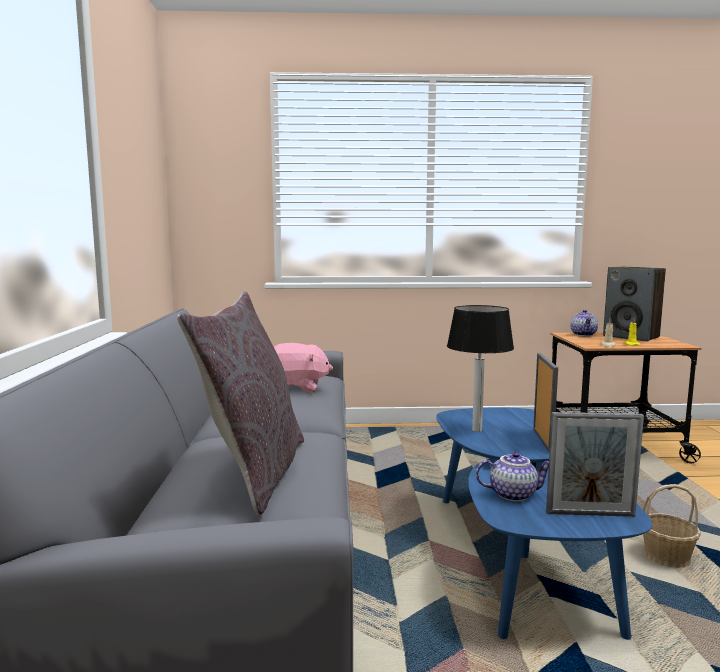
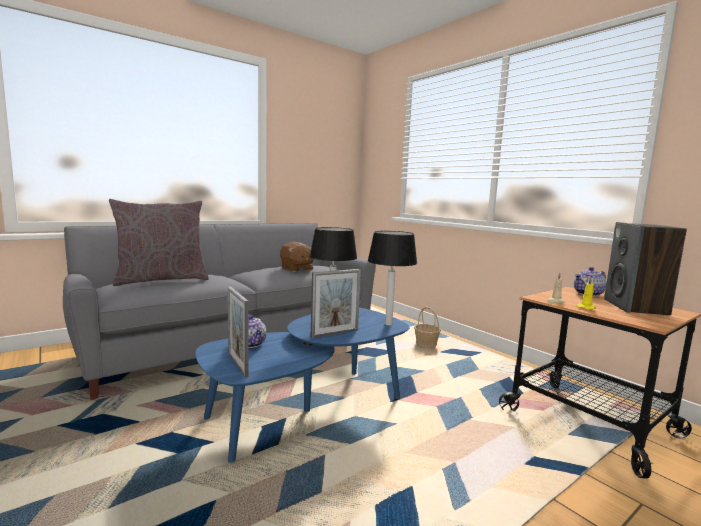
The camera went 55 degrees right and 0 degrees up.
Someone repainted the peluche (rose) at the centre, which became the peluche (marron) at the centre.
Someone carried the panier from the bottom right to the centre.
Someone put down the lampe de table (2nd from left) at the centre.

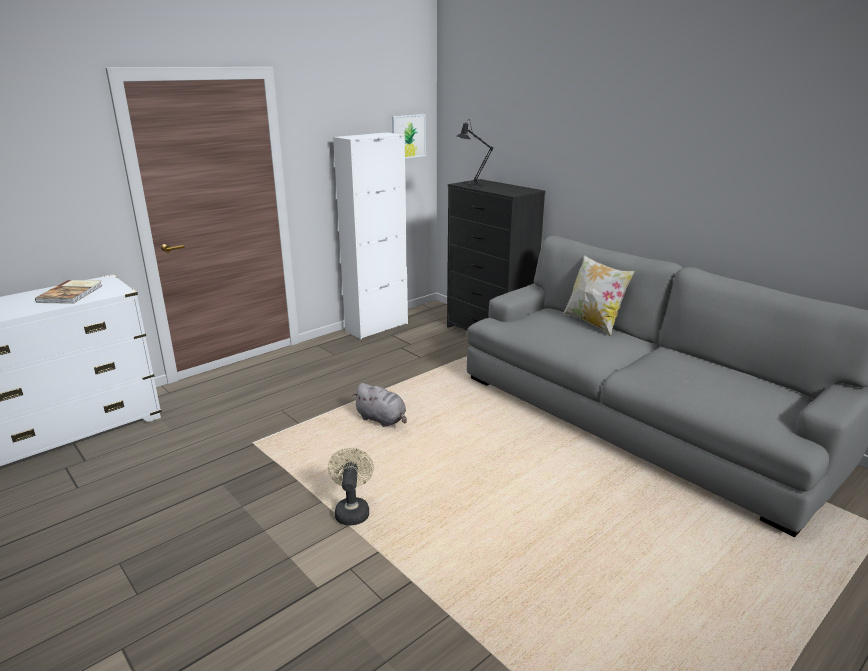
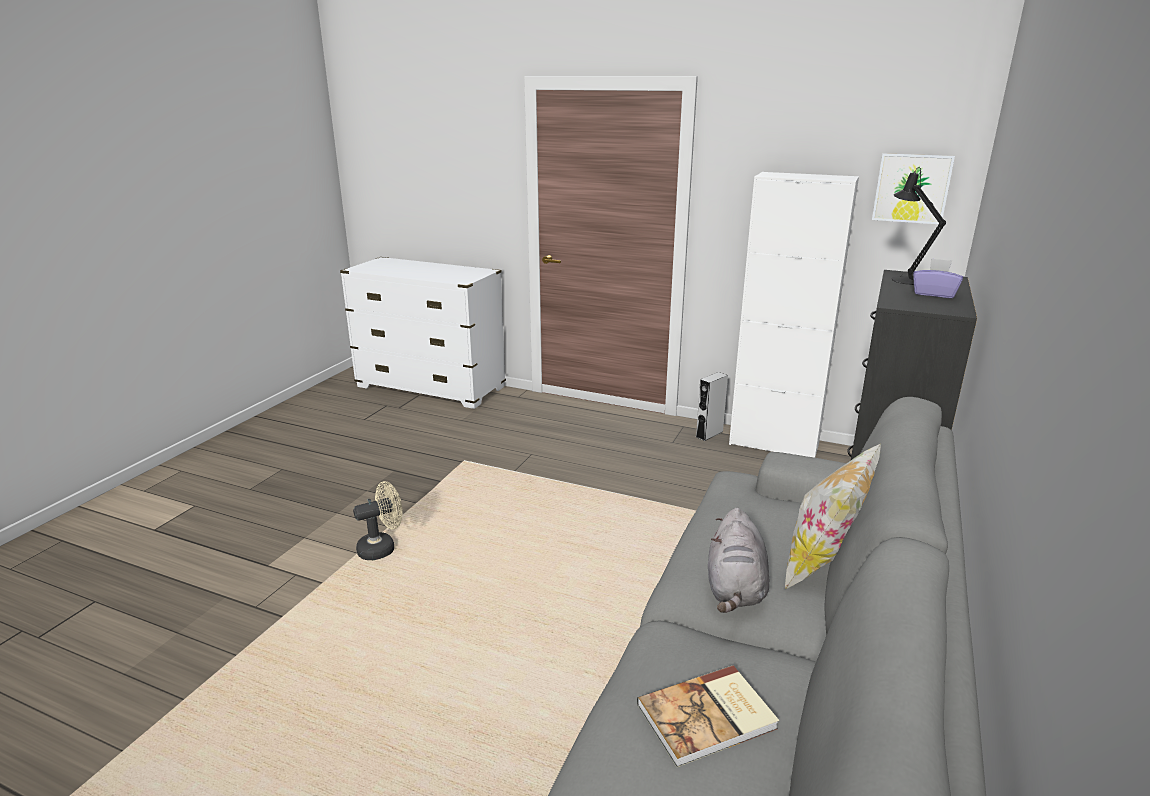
The camera went 65 degrees right and 0 degrees up.
Someone carried the livre from the middle left to the bottom centre.
Someone carried the peluche (gris) from the centre to the bottom centre.
Someone put down the enceinte (gris) at the centre.
Someone put down the boîte à mouchoirs (violet) at the middle right.

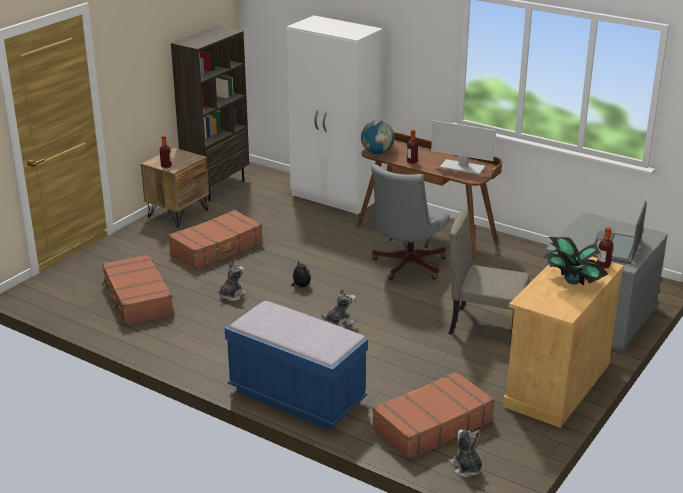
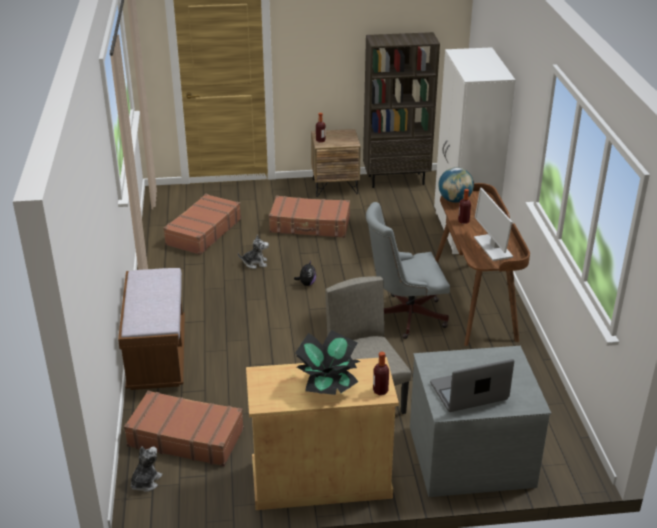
The camera went 50 degrees right and 5 degrees up.
Someone repainted the banc (bleu) at the bottom centre, which became the banc (marron) at the middle left.
Someone took away the peluche (3rd from left) at the centre.

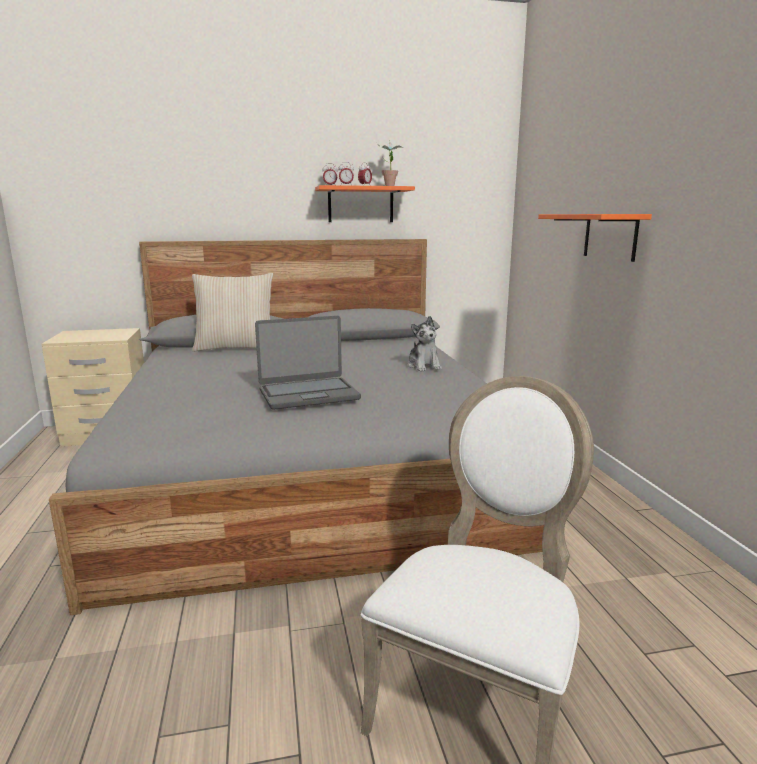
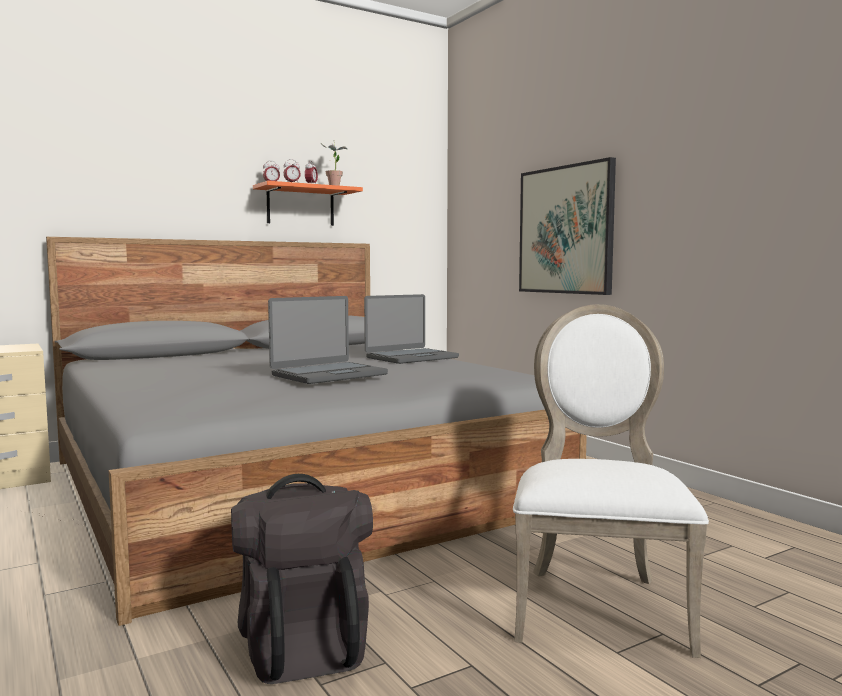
The camera went 20 degrees left and 10 degrees down.
Someone took away the coussin (beige) at the middle left.
Someone swapped the peluche at the centre for the ordinateur portable (2nd from left) at the centre.
Someone swapped the étagère (orange) (2nd from left) at the top right for the tableau at the top right.
Someone put down the sac à dos (noir) at the bottom centre.

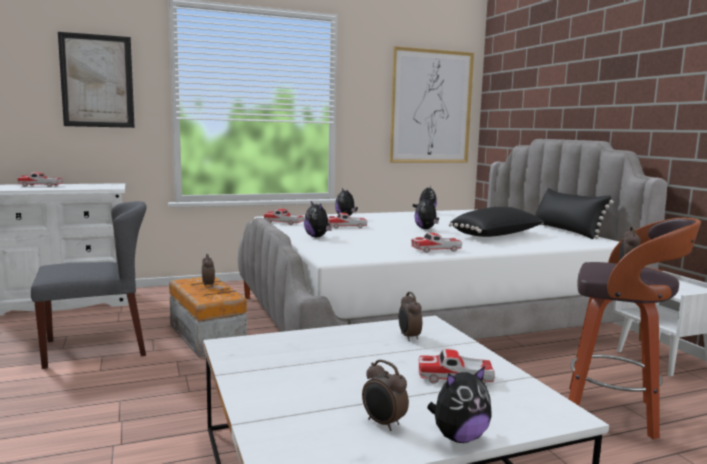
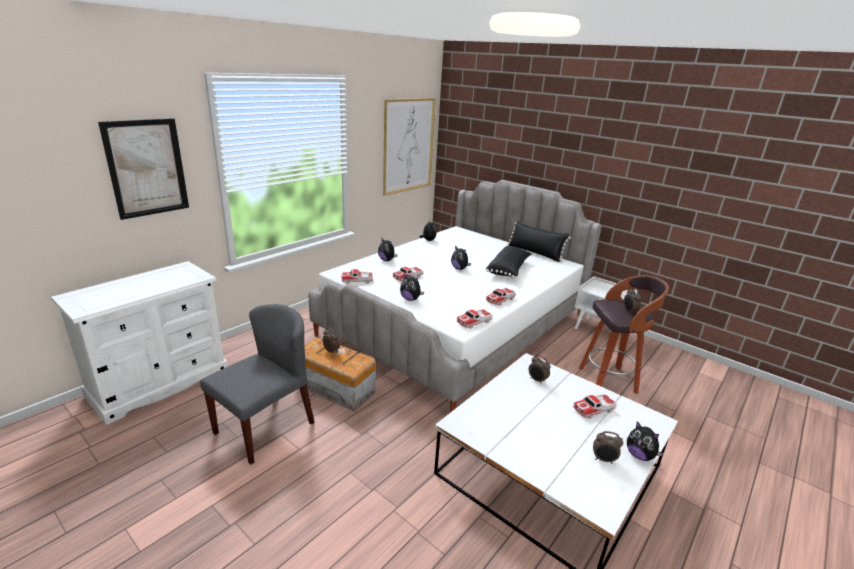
The camera went 30 degrees left and 15 degrees up.
Someone carried the petite voiture (1st from left in the first image) from the middle left to the centre.
Someone rotated the peluche (5th from left) at the bottom centre by 105 degrees clockwise.

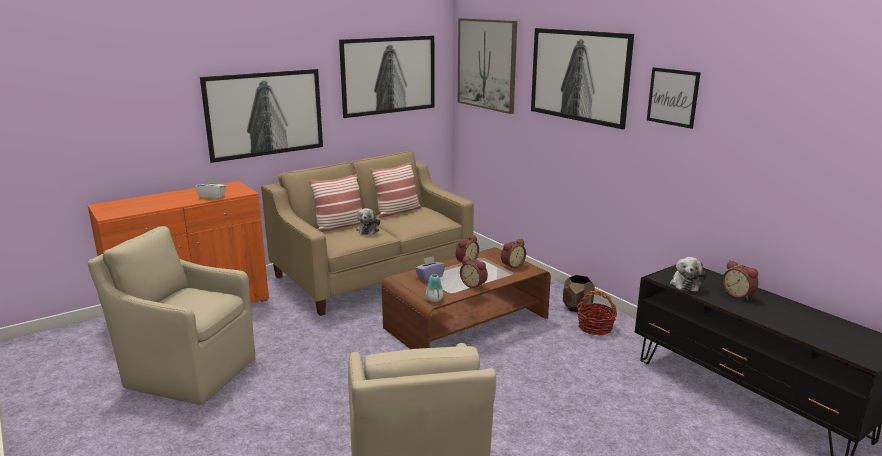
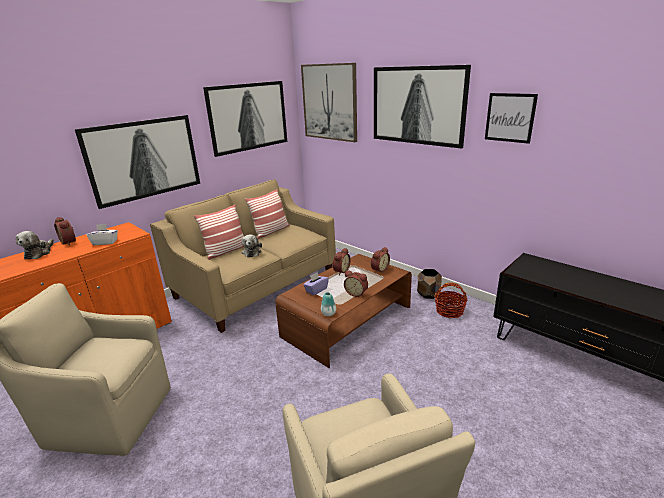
The camera went 10 degrees left and 5 degrees up.
Someone carried the peluche (2nd from left in the first image) from the middle right to the middle left.
Someone carried the réveil (4th from left in the first image) from the middle right to the middle left.

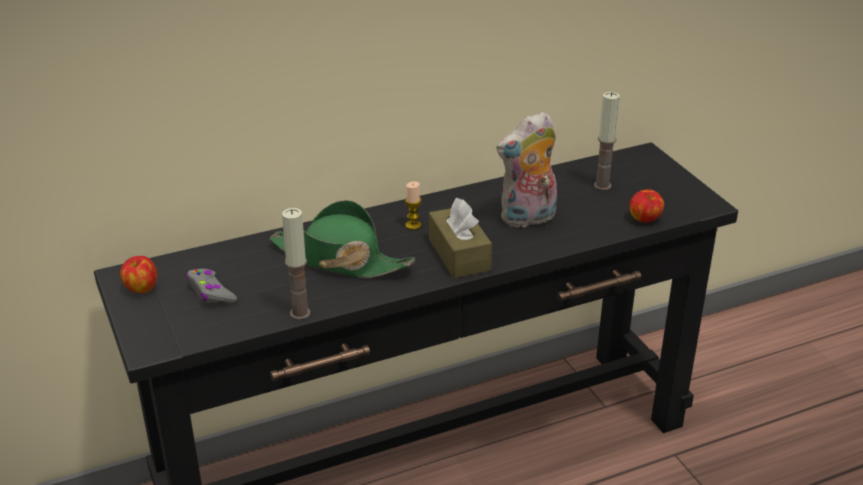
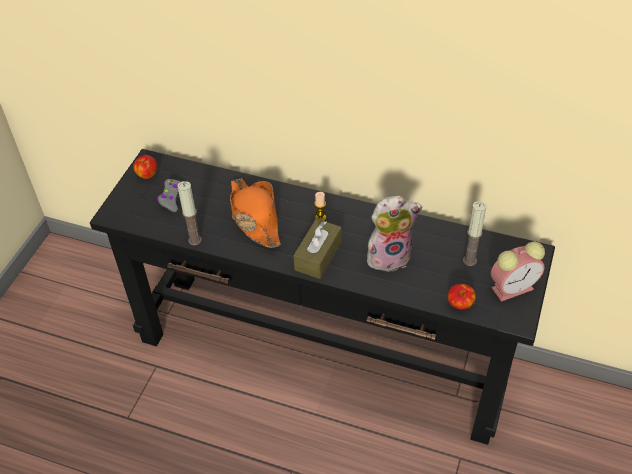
The camera went 45 degrees right and 15 degrees up.
Someone repainted the chapeau (vert) at the centre, which became the chapeau (orange) at the centre.
Someone rotated the peluche at the centre by 150 degrees clockwise.
Someone put down the réveil at the middle right.

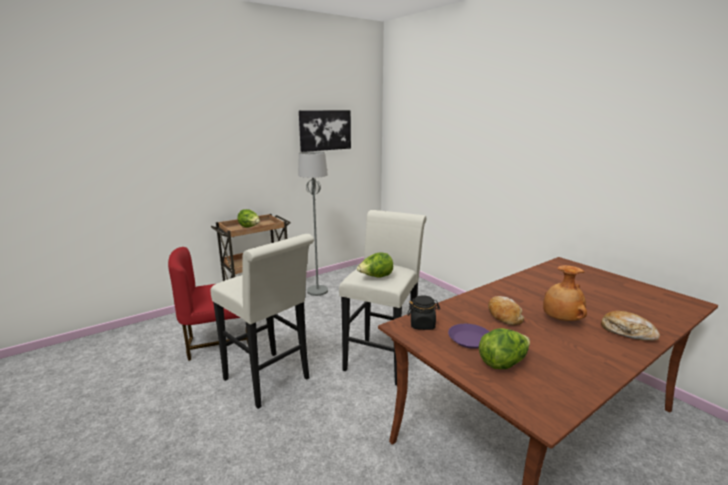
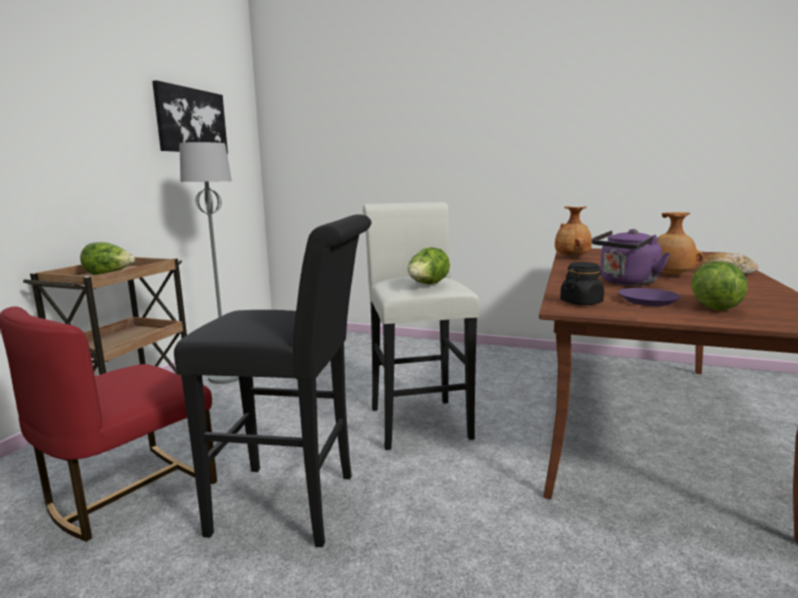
The camera went 35 degrees left and 5 degrees down.
Someone repainted the tabouret (blanc) (1st from left) at the centre, which became the tabouret (noir) at the centre.
Someone swapped the pain (1st from left) at the middle right for the bouilloire (violet) at the middle right.
Someone put down the vase (marron) (1st from left) at the middle right.

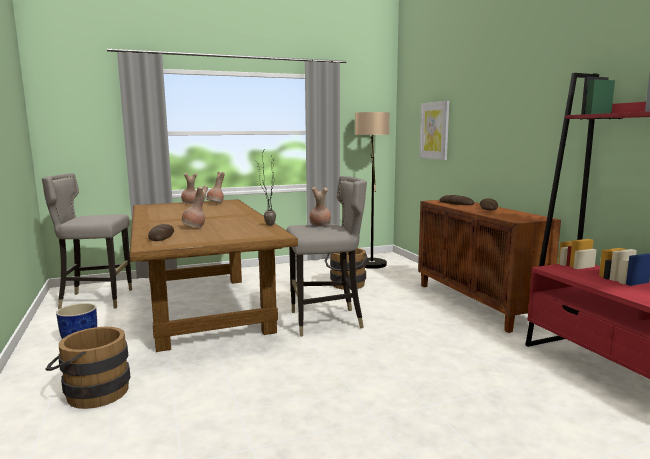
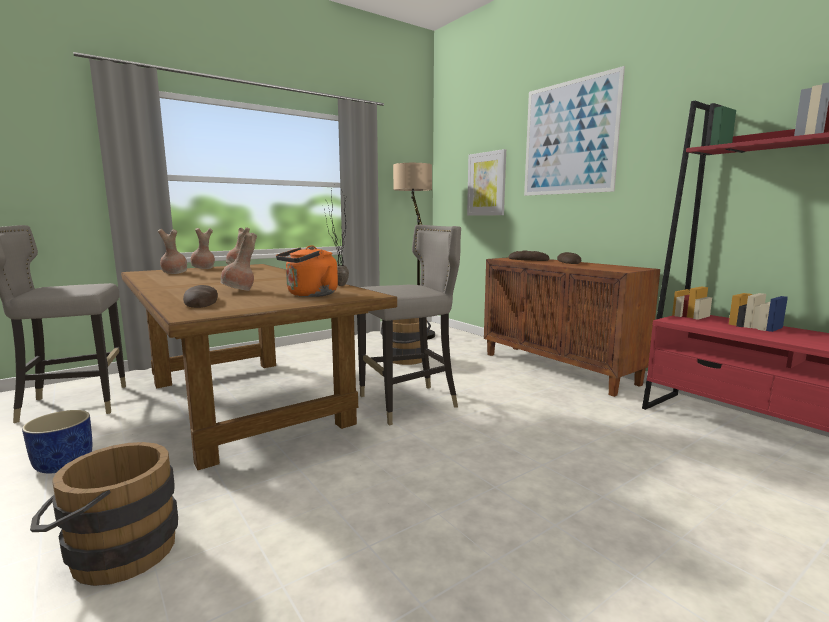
The camera went 15 degrees left and 0 degrees up.
Someone carried the vase (marron) (4th from left in the first image) from the centre to the middle left.
Someone put down the bouilloire (orange) at the centre.
Someone put up the tableau (2nd from left) at the top right.

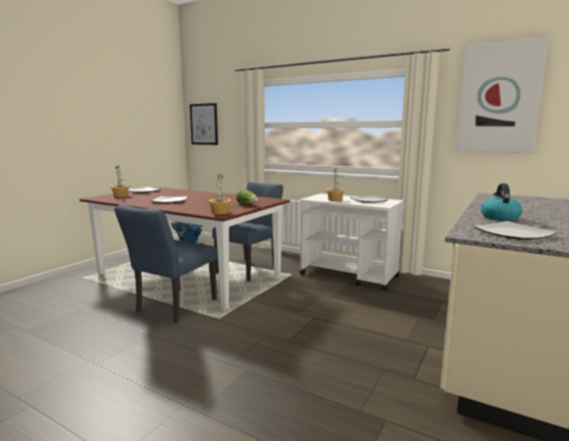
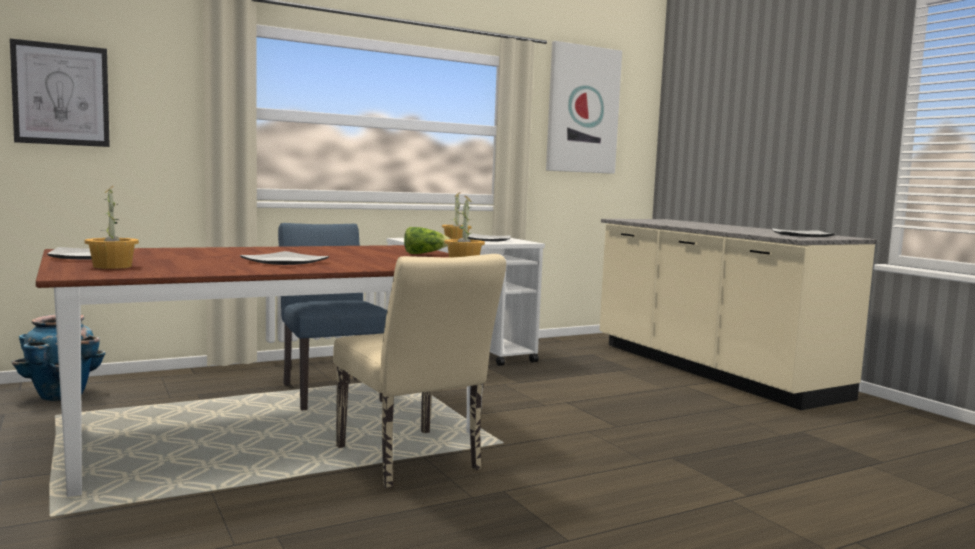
The camera went 60 degrees left and 5 degrees down.
Someone repainted the chaise (bleu) (1st from left) at the middle left, which became the chaise (beige) at the bottom centre.
Someone took away the bouilloire at the middle right.

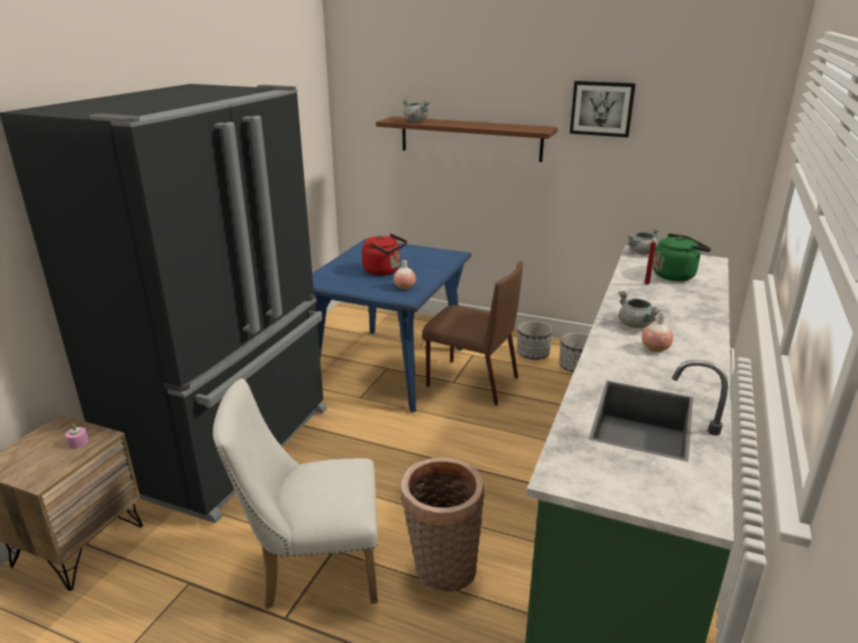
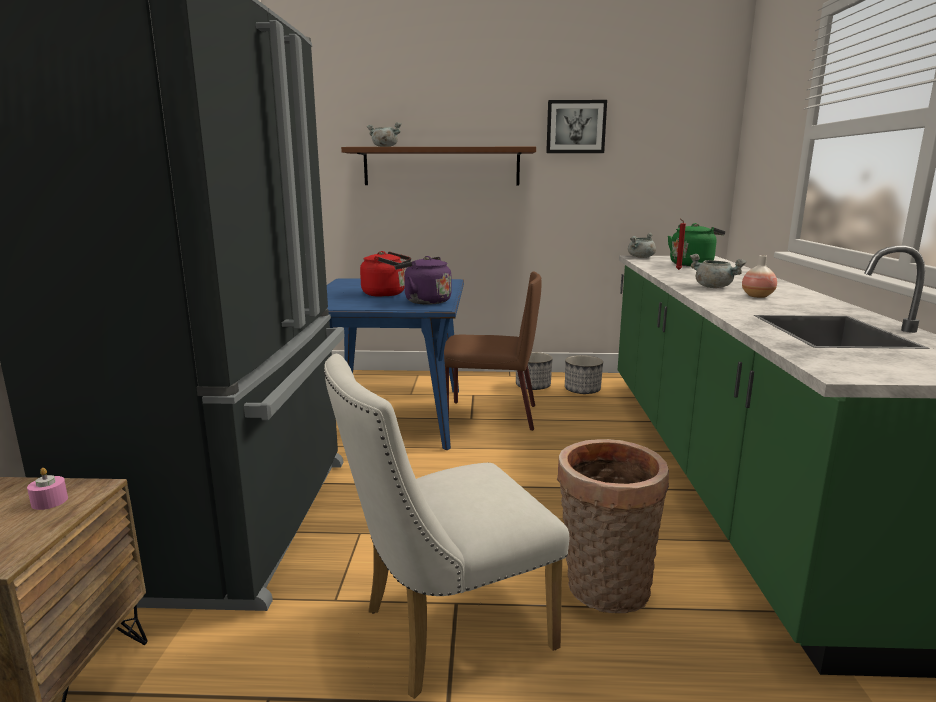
The camera went 20 degrees left and 10 degrees down.
Someone swapped the vase (1st from left) at the centre for the bouilloire (violet) at the centre.

